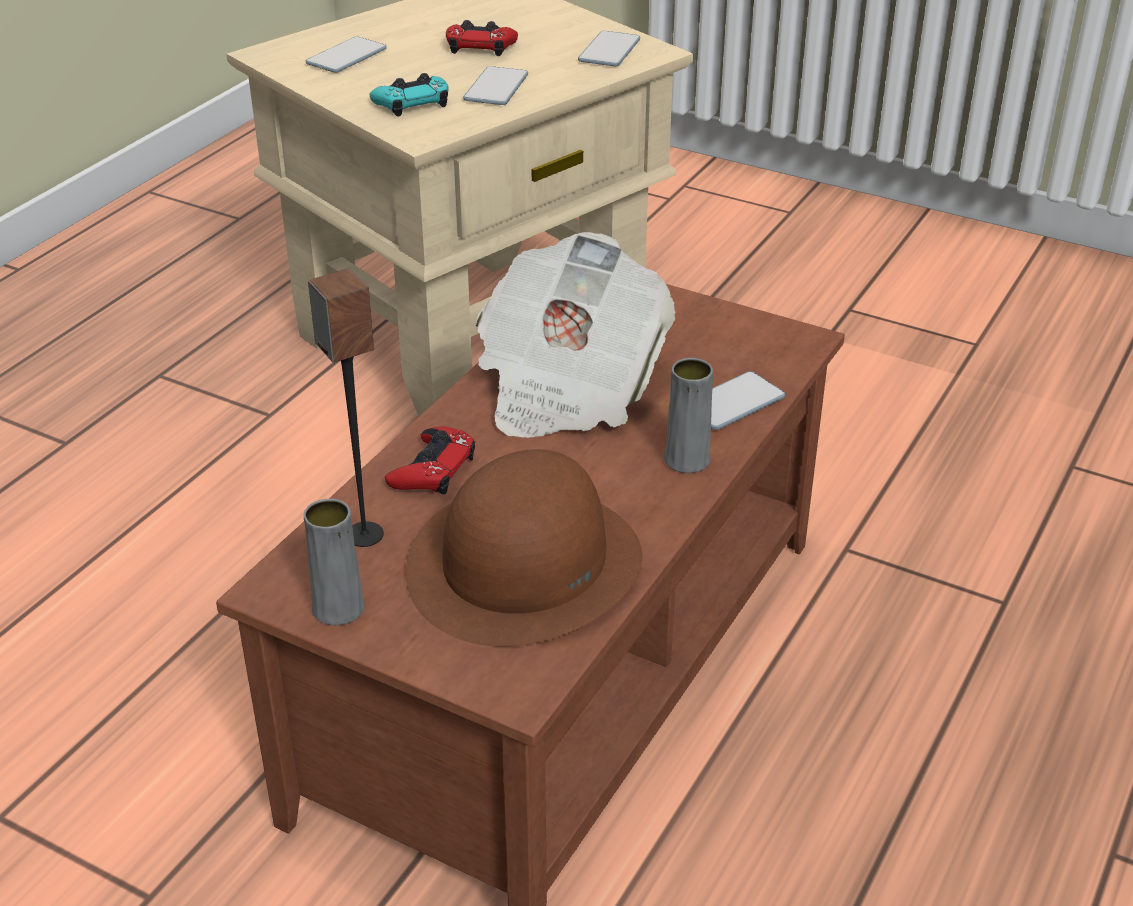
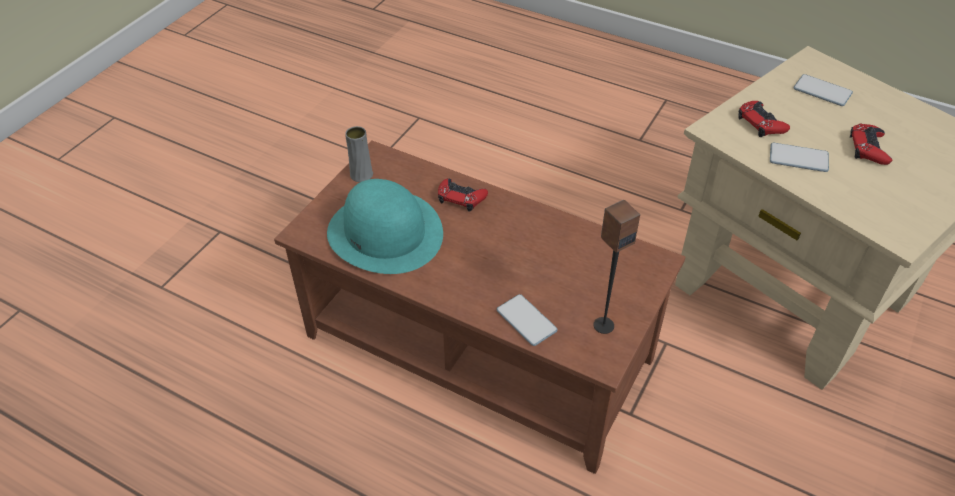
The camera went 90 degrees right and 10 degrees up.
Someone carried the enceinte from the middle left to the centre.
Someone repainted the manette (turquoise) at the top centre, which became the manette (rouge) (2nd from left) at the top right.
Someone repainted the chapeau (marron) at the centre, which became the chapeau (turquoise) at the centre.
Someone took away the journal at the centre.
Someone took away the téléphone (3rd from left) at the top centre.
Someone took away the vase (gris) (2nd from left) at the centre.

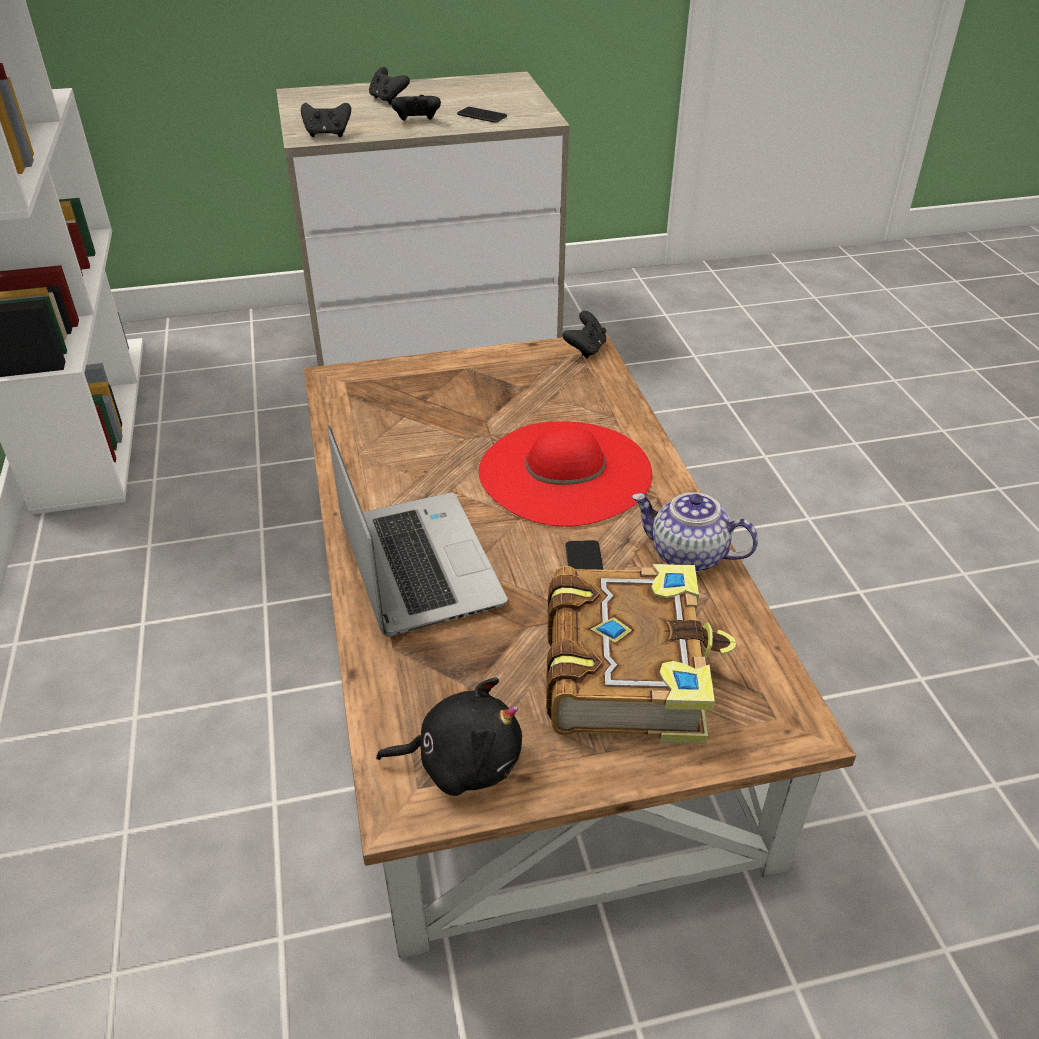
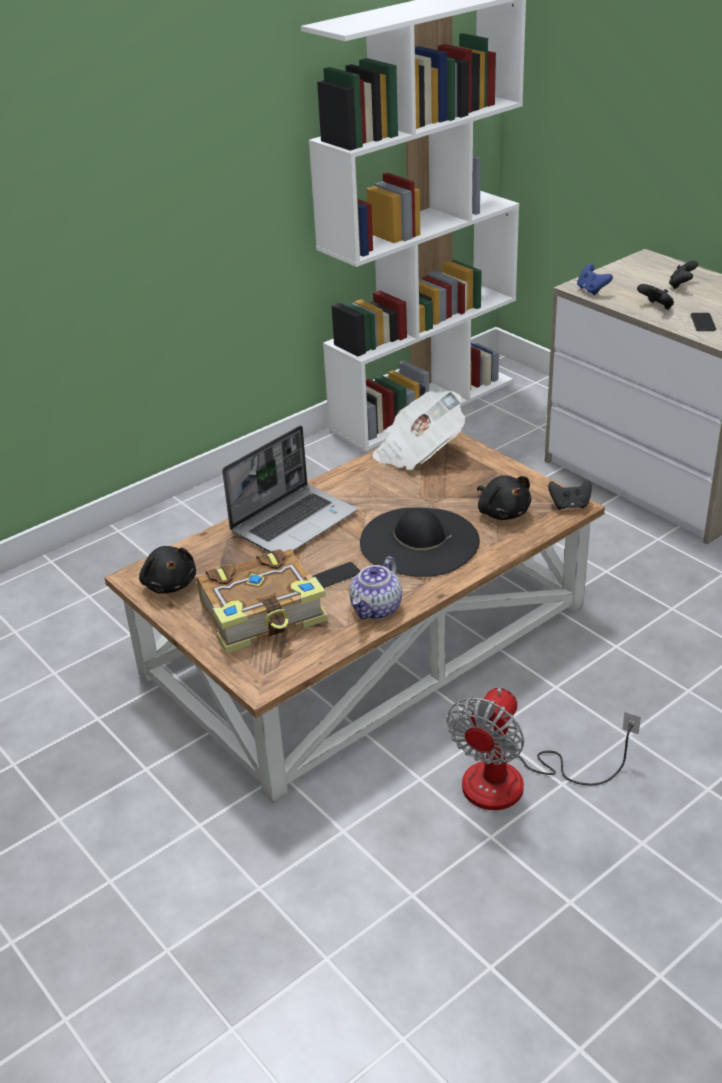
The camera went 65 degrees right and 5 degrees down.
Someone repainted the manette (noir) (1st from left) at the top left, which became the manette (bleu) at the top right.
Someone repainted the chapeau (rouge) at the centre, which became the chapeau (noir) at the centre.
Someone rotated the théière at the middle right by 150 degrees counterclockwise.
Someone put down the journal at the centre.
Someone put down the ventilateur at the bottom right.
Someone put down the peluche (noir) (2nd from left) at the middle right.

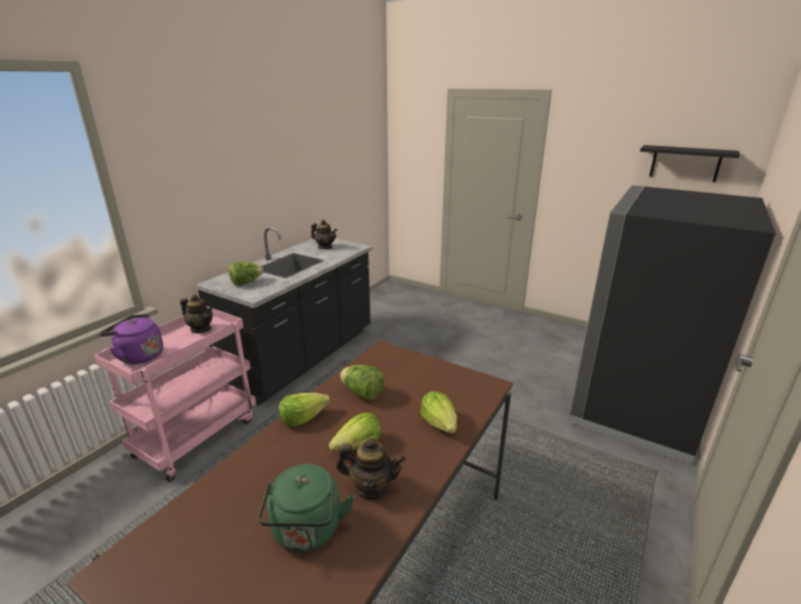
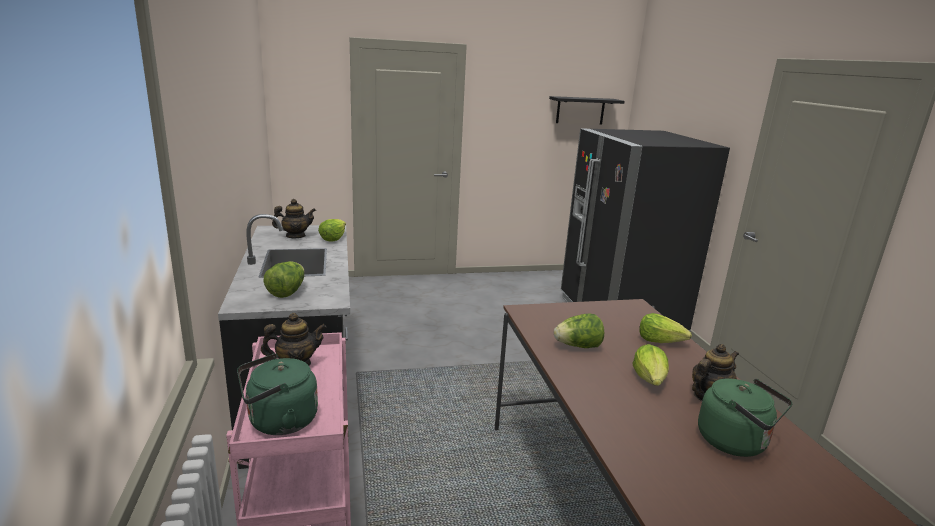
The camera went 45 degrees left and 5 degrees down.
Someone repainted the bouilloire (violet) at the middle left, which became the bouilloire (vert) (1st from left) at the bottom left.
Someone carried the laitue (2nd from left) from the bottom centre to the centre.

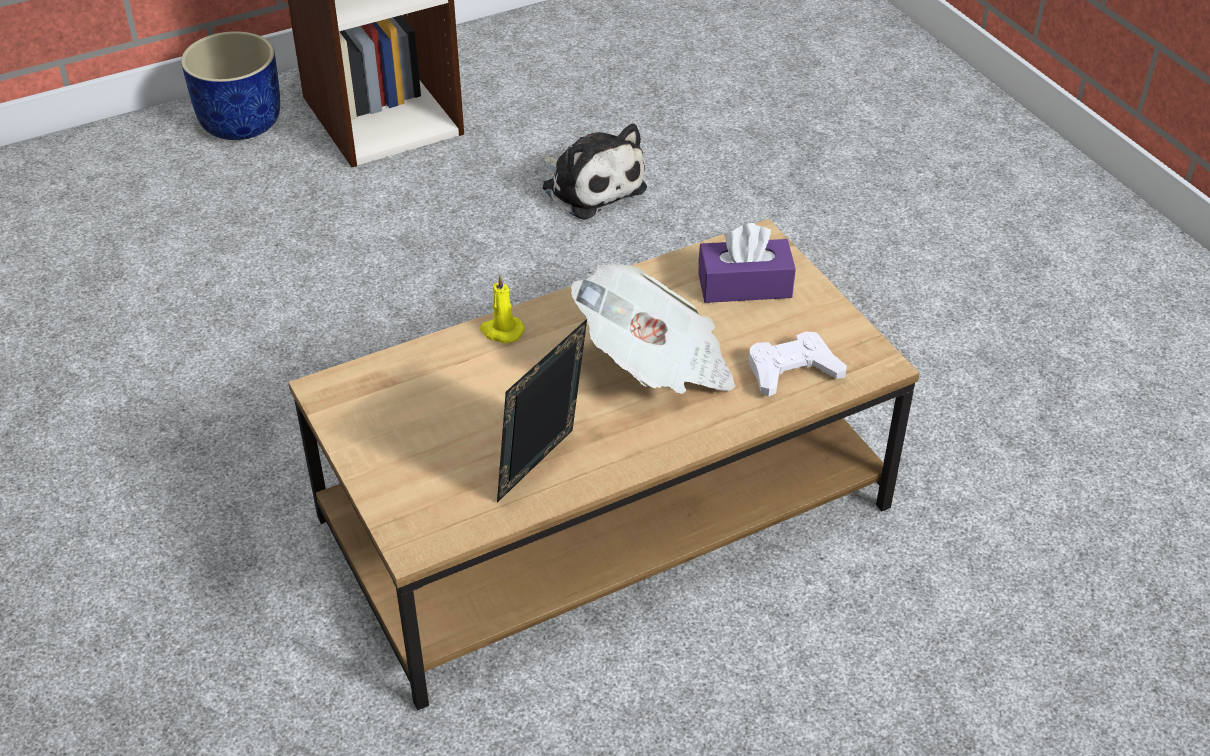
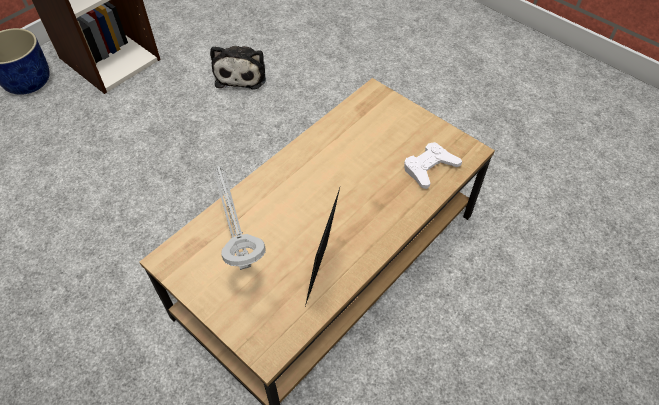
The camera went 20 degrees left and 10 degrees up.
Someone took away the bougie (jaune) at the centre.
Someone rotated the peluche at the top centre by 60 degrees clockwise.
Someone took away the journal at the centre.
Someone took away the boîte à mouchoirs (violet) at the centre.
Someone put down the lampe de table (gris) at the centre.

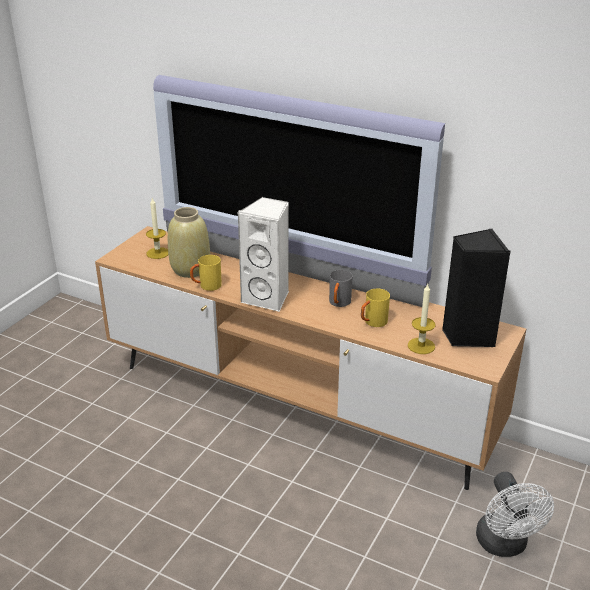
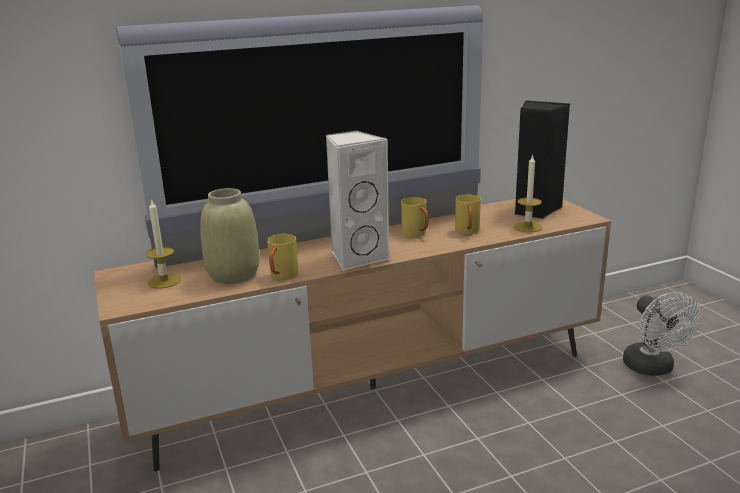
The camera went 50 degrees left and 10 degrees down.
Someone repainted the mug (gris) at the centre, which became the mug (jaune) (2nd from left) at the centre.
Someone rotated the ventilateur (blanc) at the bottom right by 45 degrees clockwise.

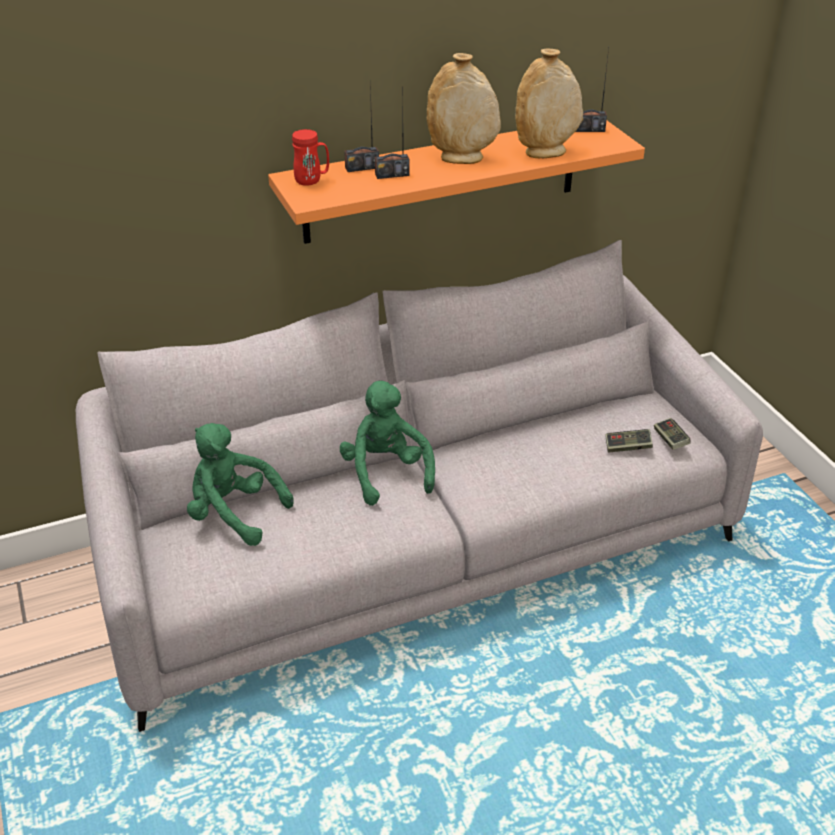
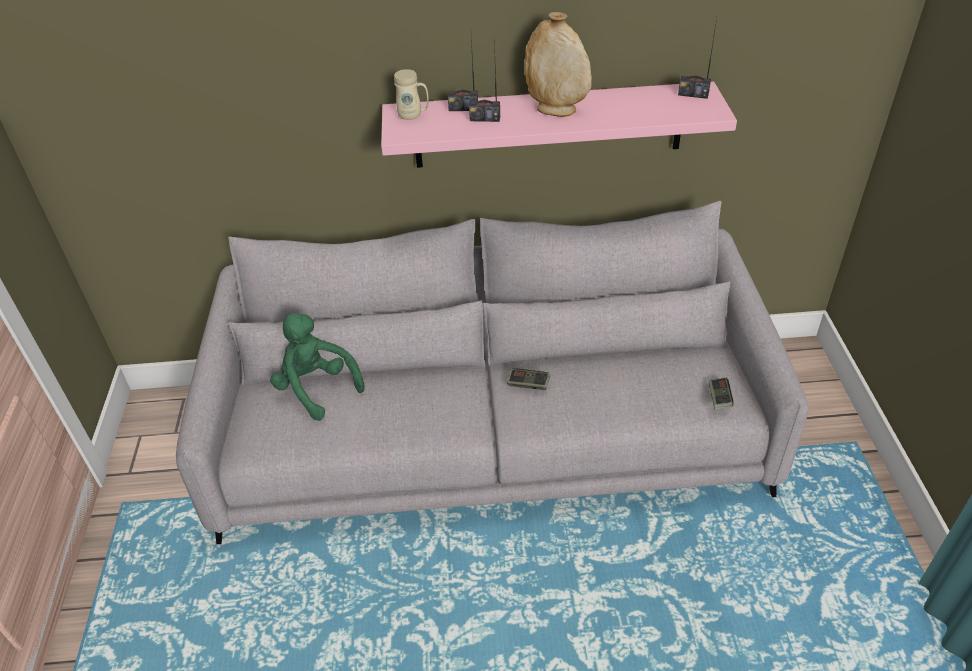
The camera went 20 degrees right and 5 degrees up.
Someone repainted the étagère (orange) at the top centre, which became the étagère (rose) at the top centre.
Someone repainted the mug (rouge) at the top centre, which became the mug (beige) at the top centre.
Someone took away the peluche (vert) (2nd from left) at the centre.
Someone took away the vase (beige) (2nd from left) at the top centre.
Someone carried the manette (1st from left) from the middle right to the centre.

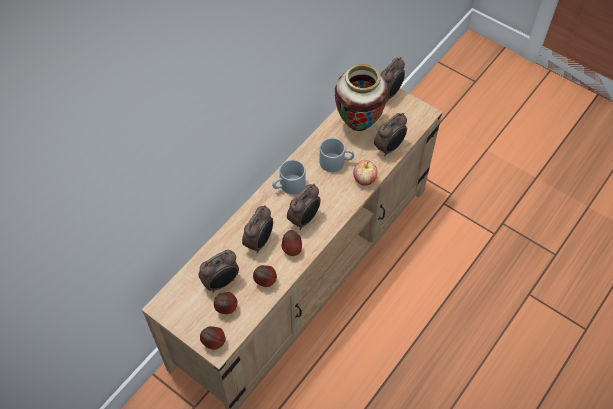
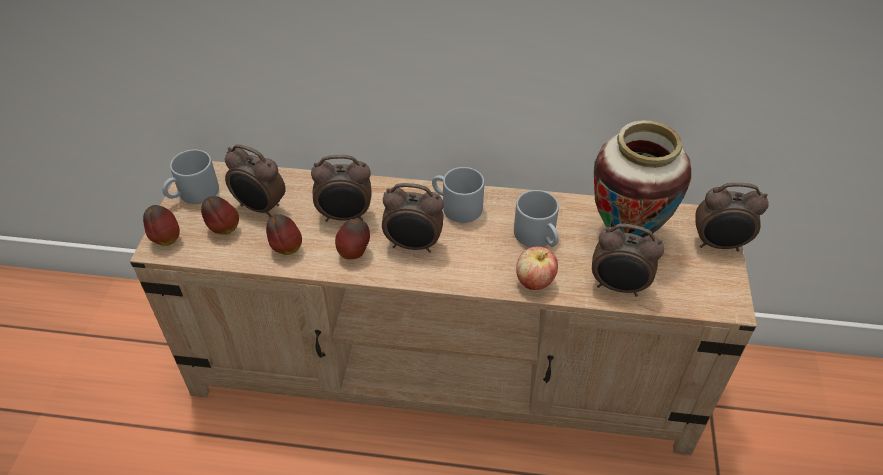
The camera went 60 degrees right and 10 degrees down.
Someone put down the mug (gris) (1st from left) at the middle left.

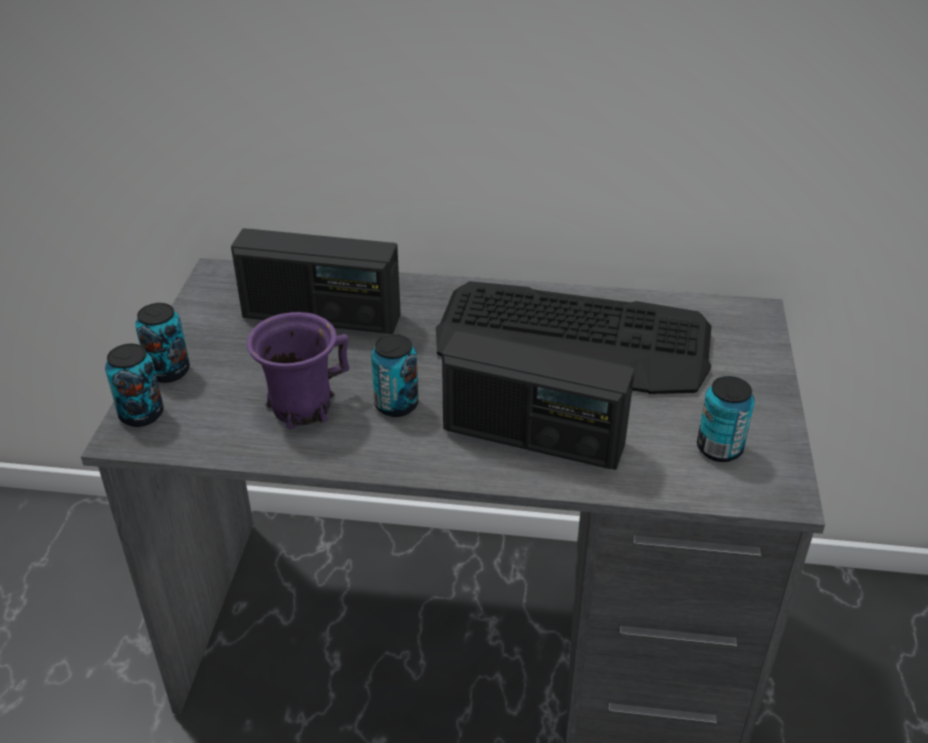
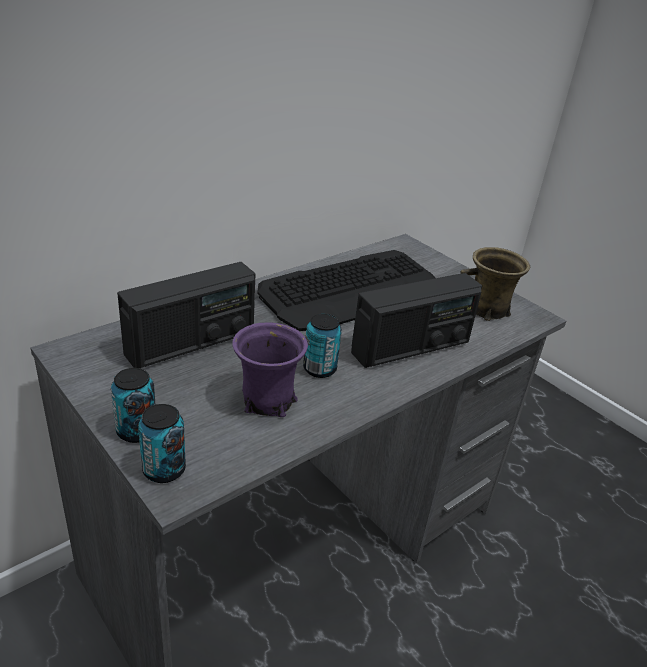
The camera went 50 degrees left and 5 degrees down.
Someone swapped the boîte métallique (4th from left) at the middle right for the mug (marron) at the middle right.

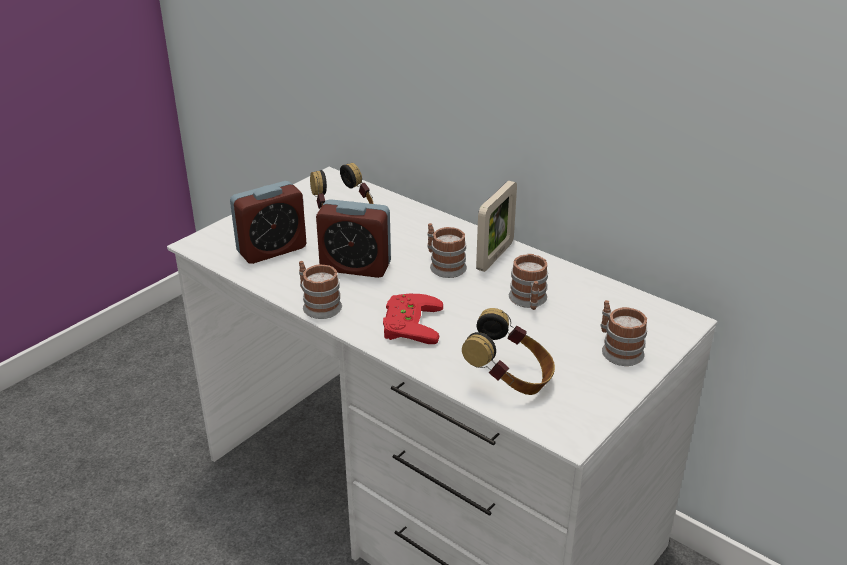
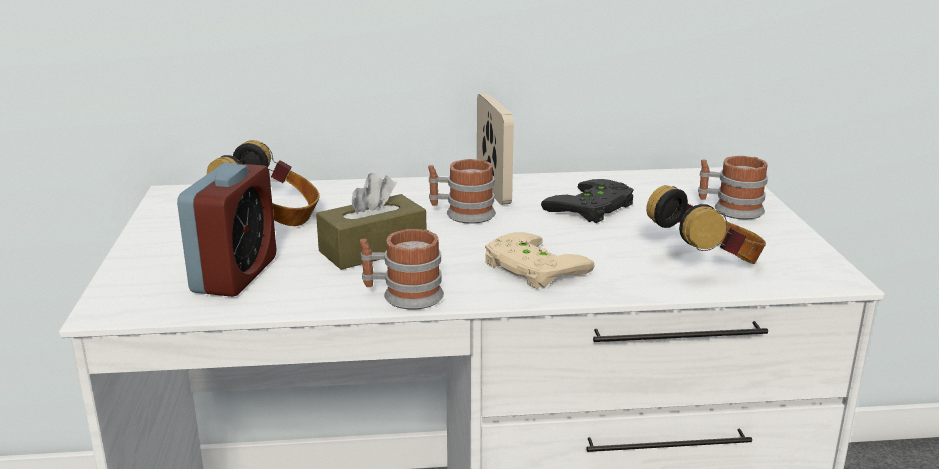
The camera went 45 degrees left and 10 degrees down.
Someone swapped the réveil (2nd from left) at the centre for the boîte à mouchoirs (marron) at the centre.
Someone repainted the manette (rouge) at the centre, which became the manette (beige) at the centre.
Someone swapped the mug (3rd from left) at the centre for the manette (noir) at the centre.

